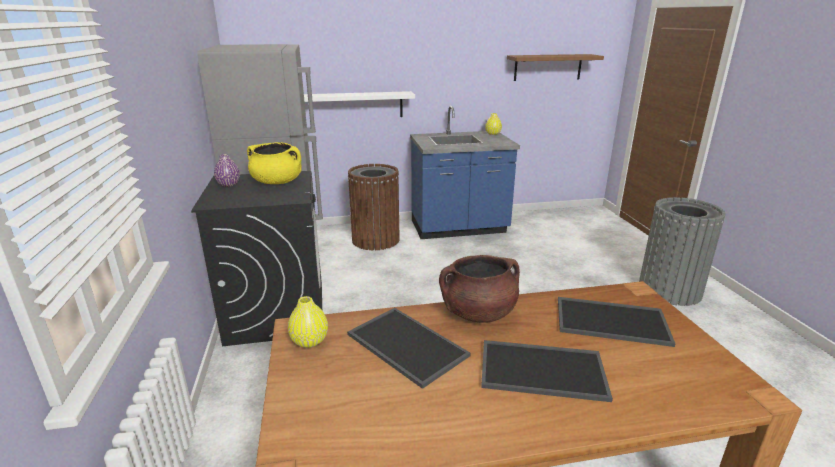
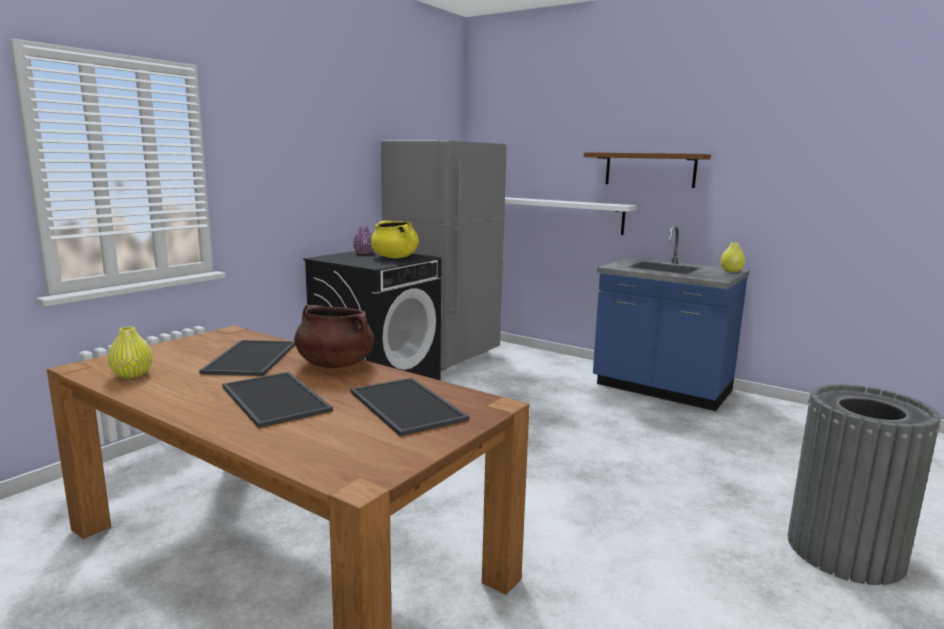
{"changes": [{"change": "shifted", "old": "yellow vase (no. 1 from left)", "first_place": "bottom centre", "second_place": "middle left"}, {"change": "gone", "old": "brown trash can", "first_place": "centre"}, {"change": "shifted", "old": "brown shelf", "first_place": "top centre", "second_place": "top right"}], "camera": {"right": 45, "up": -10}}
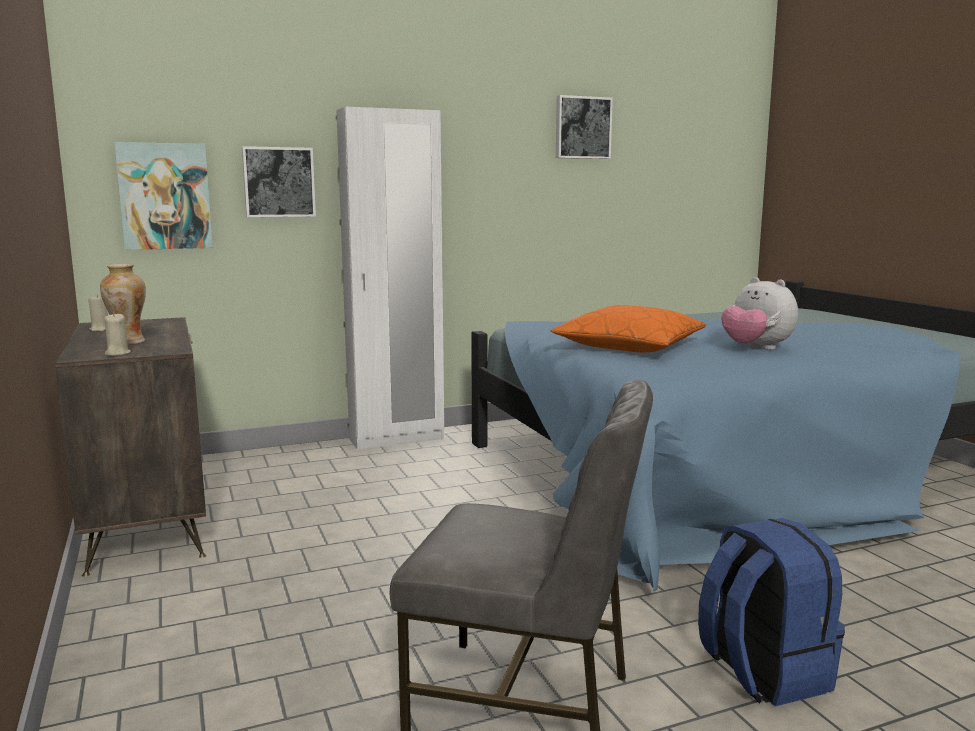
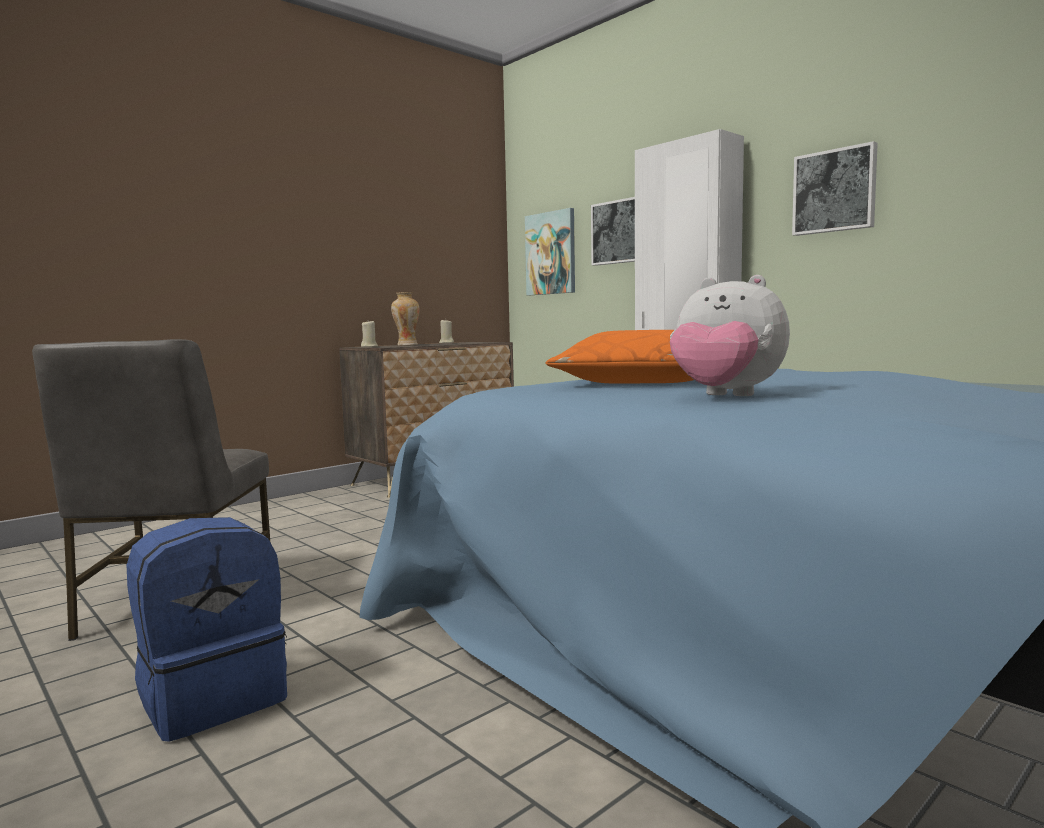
{"changes": [{"change": "shifted", "old": "picture (no. 3 from left)", "first_place": "top centre", "second_place": "top right"}, {"change": "rotated", "old": "plush toy", "first_place": "middle right", "second_place": "middle right", "degrees": -90}], "camera": {"right": 70, "up": -5}}
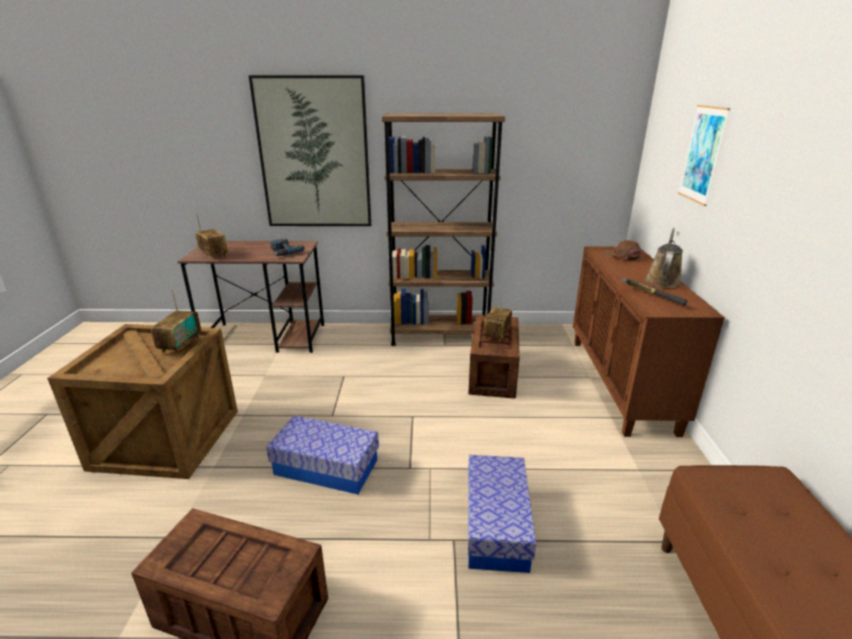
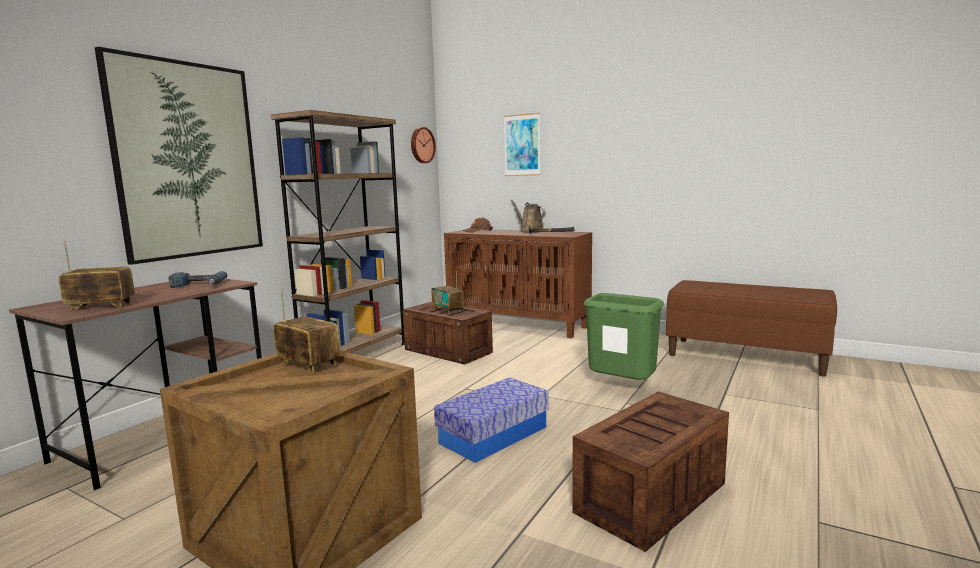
{"changes": [{"change": "swapped", "old": "storage box (no. 2 from left)", "new": "green trash can", "first_place": "bottom centre", "second_place": "centre"}, {"change": "new", "new": "wall clock", "second_place": "top centre"}], "camera": {"right": -60, "up": -15}}
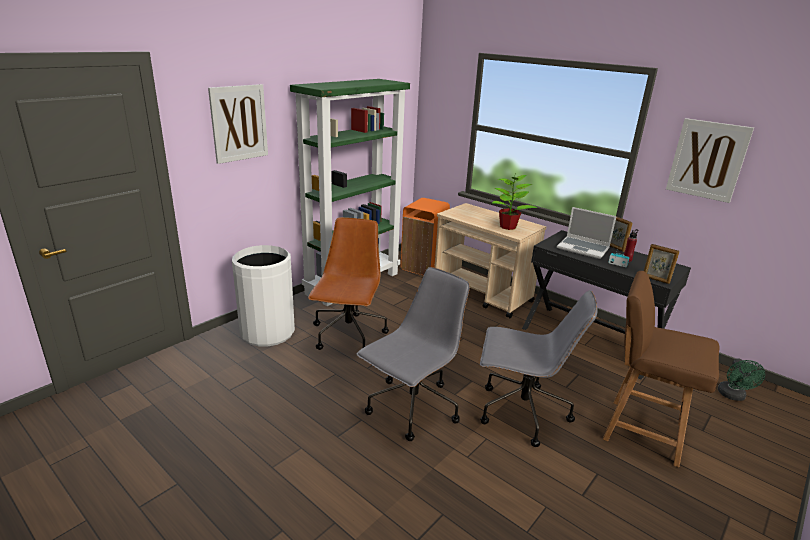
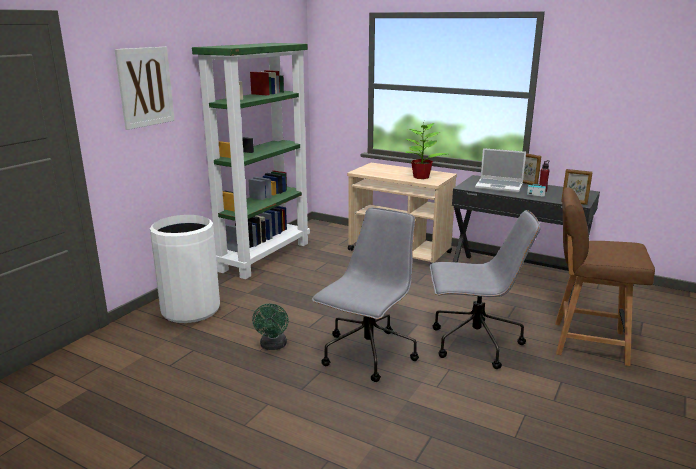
{"changes": [{"change": "gone", "old": "brown office chair", "first_place": "centre"}, {"change": "gone", "old": "orange trash can", "first_place": "centre"}, {"change": "gone", "old": "picture (no. 2 from left)", "first_place": "top right"}, {"change": "shifted", "old": "green fan", "first_place": "bottom right", "second_place": "bottom centre"}], "camera": {"right": -10, "up": -5}}
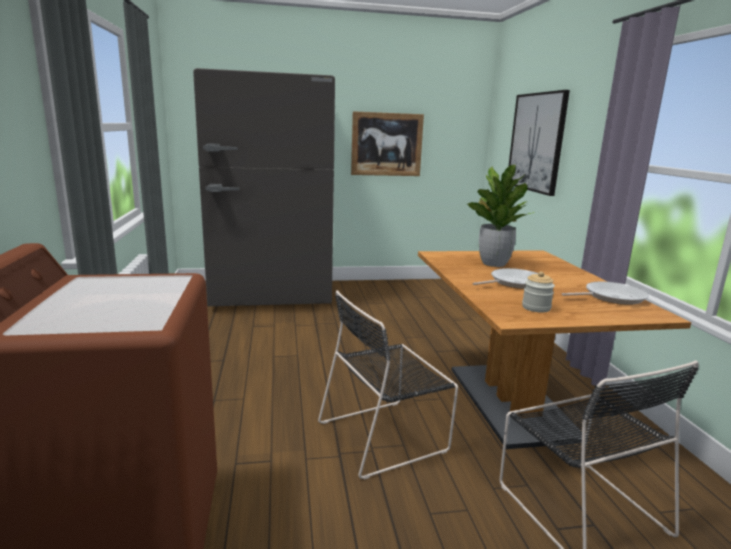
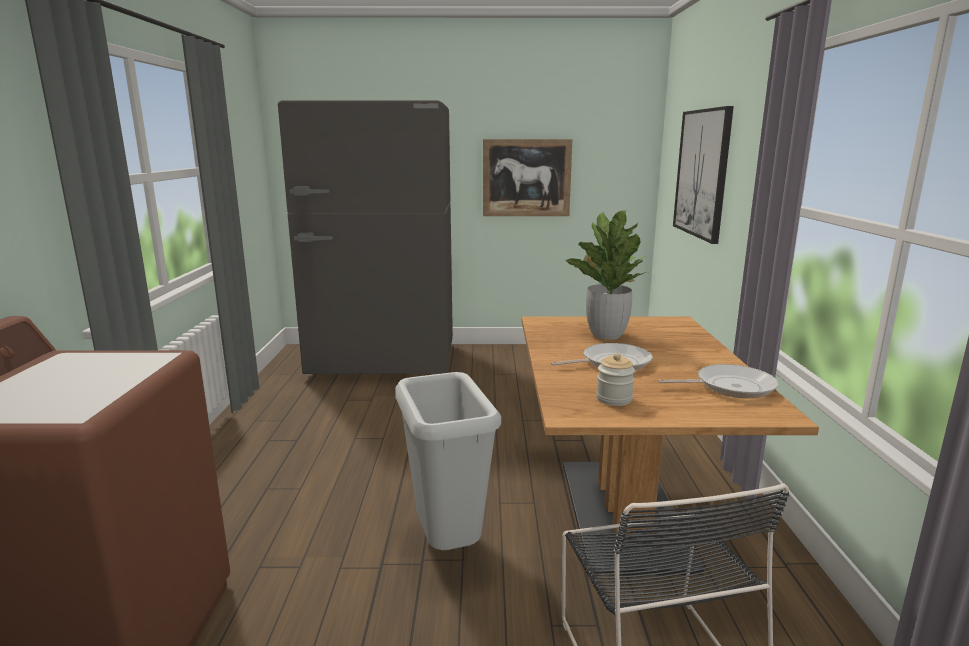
{"changes": [{"change": "swapped", "old": "black chair (no. 1 from left)", "new": "grey trash can", "first_place": "bottom centre", "second_place": "bottom centre"}], "camera": {"right": 10, "up": 0}}
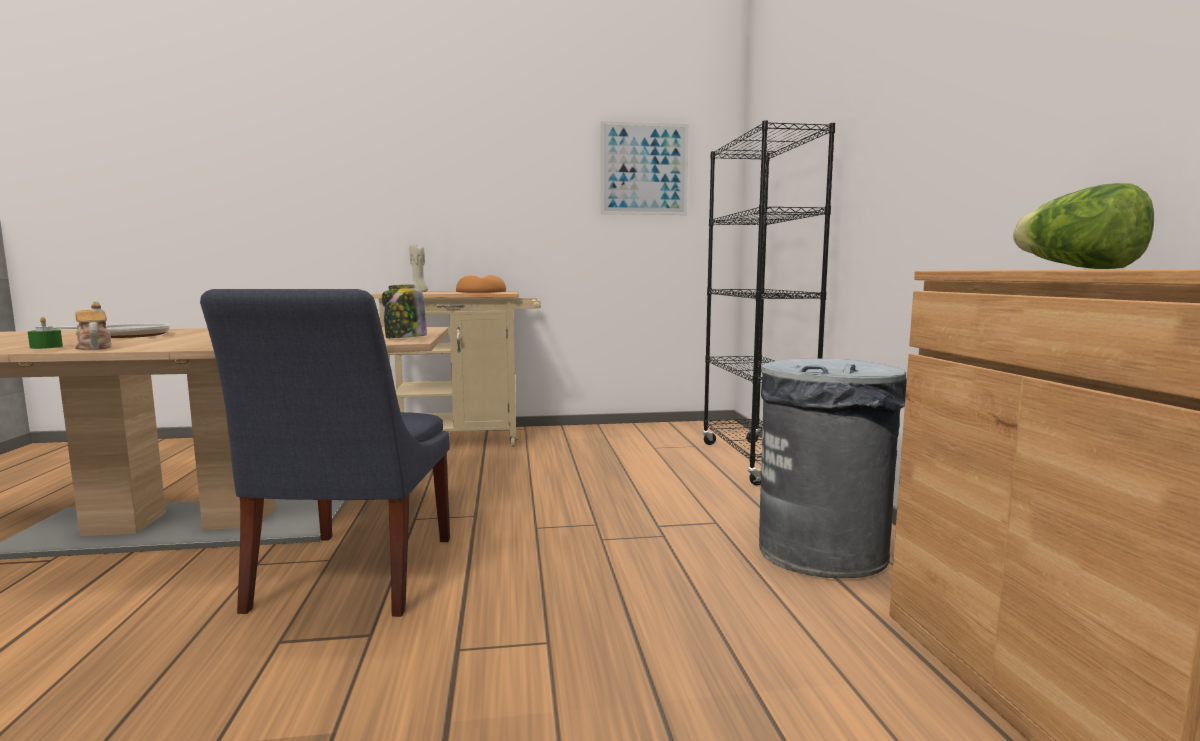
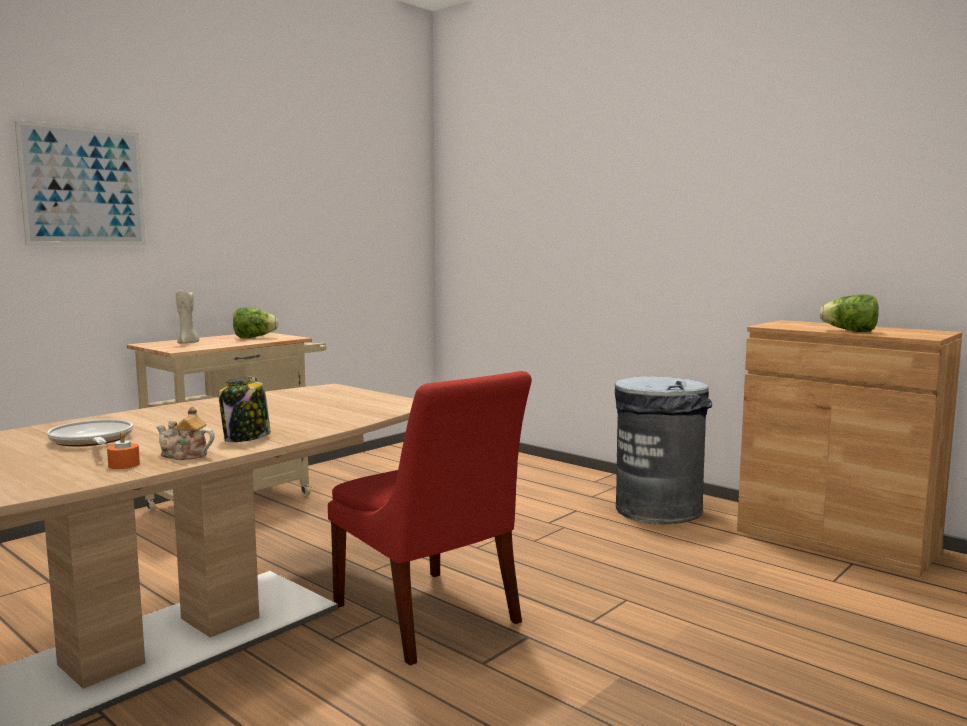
{"changes": [{"change": "repainted", "old": "green candle", "new": "orange candle", "first_place": "middle left", "second_place": "middle left"}, {"change": "repainted", "old": "blue chair", "new": "red chair", "first_place": "middle left", "second_place": "bottom centre"}, {"change": "shifted", "old": "jar", "first_place": "centre", "second_place": "middle left"}, {"change": "swapped", "old": "bread", "new": "lettuce (no. 1 from left)", "first_place": "centre", "second_place": "middle left"}, {"change": "shifted", "old": "picture", "first_place": "top centre", "second_place": "top left"}, {"change": "gone", "old": "black bookcase", "first_place": "centre"}], "camera": {"right": -40, "up": 0}}
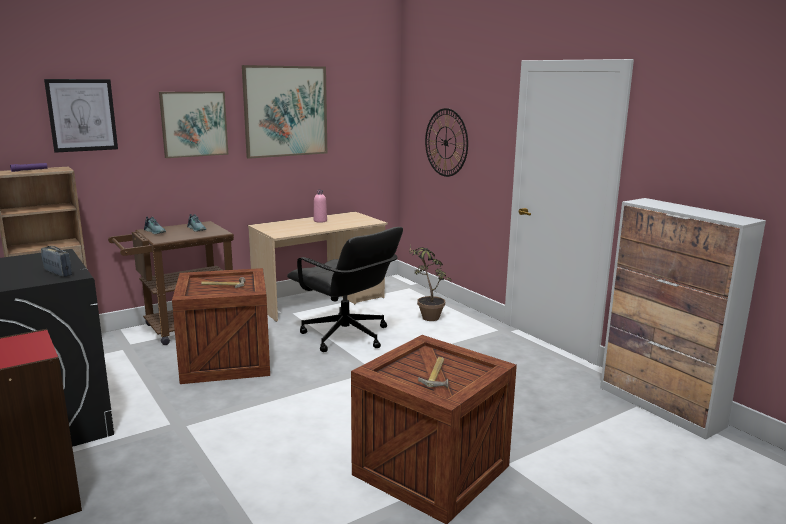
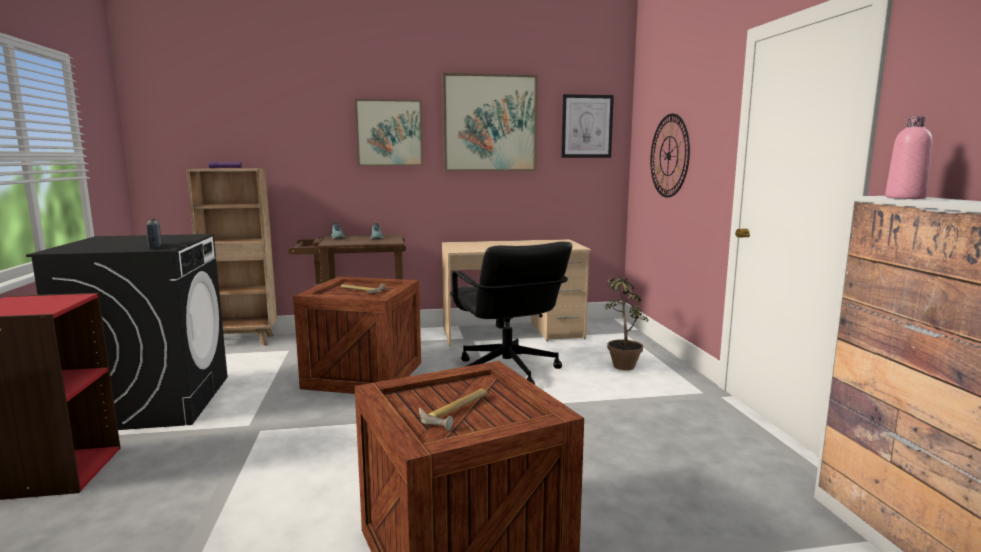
{"changes": [{"change": "shifted", "old": "picture (no. 1 from left in the first image)", "new": "picture (no. 3 from left)", "first_place": "top left", "second_place": "top centre"}, {"change": "shifted", "old": "pink bottle", "first_place": "centre", "second_place": "top right"}], "camera": {"right": 25, "up": -5}}
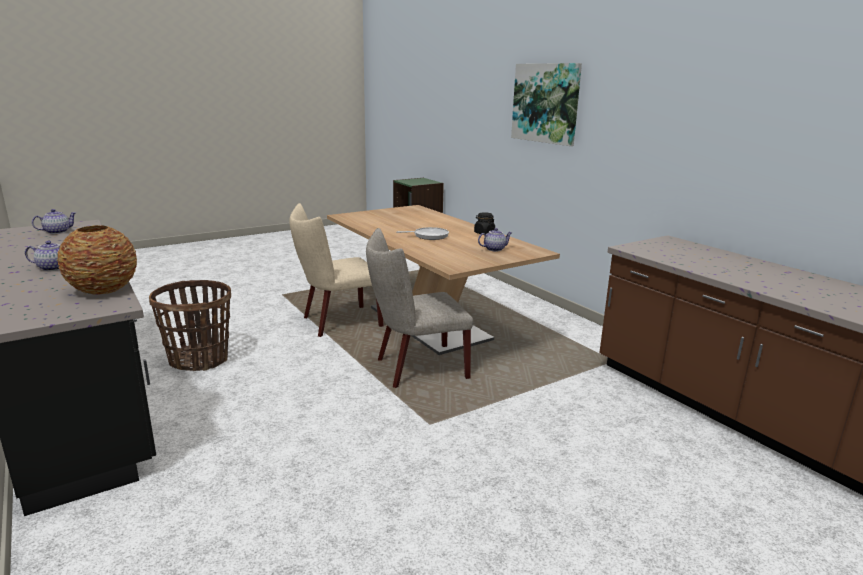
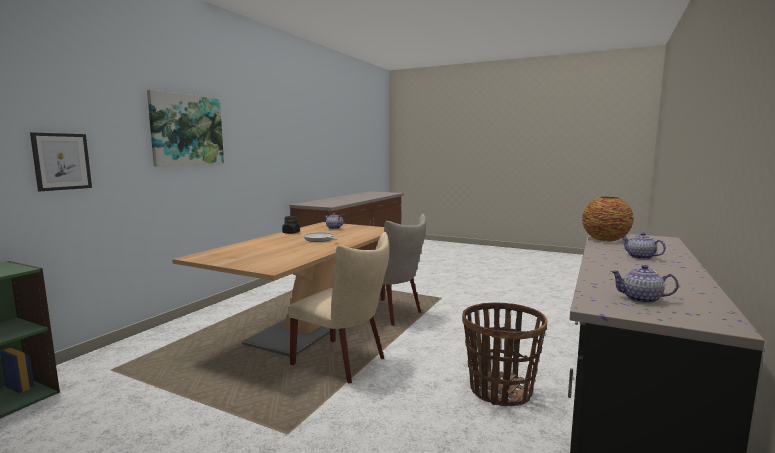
{"changes": [{"change": "new", "new": "picture (no. 1 from left)", "second_place": "middle left"}], "camera": {"right": -120, "up": -10}}
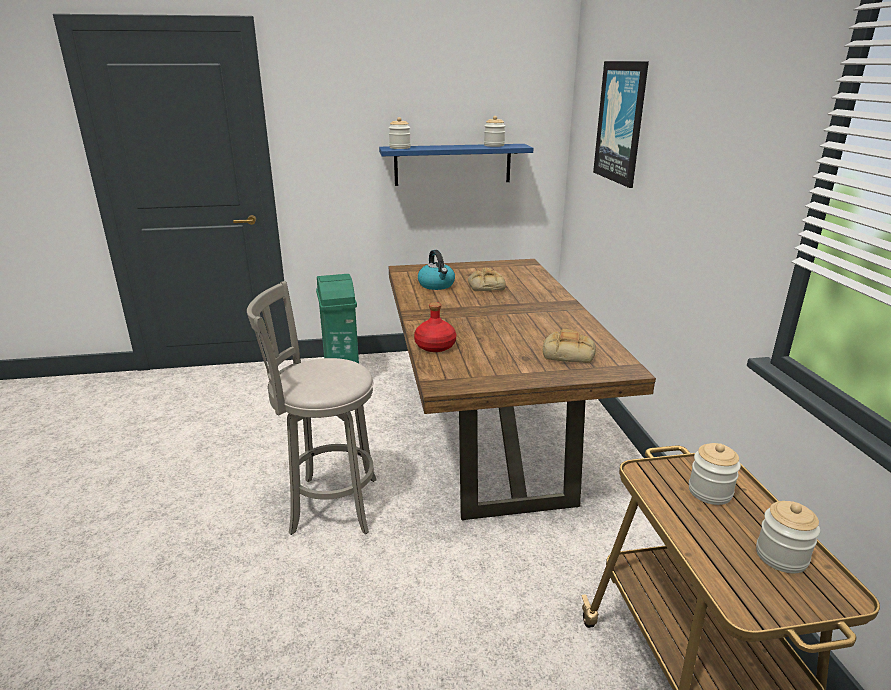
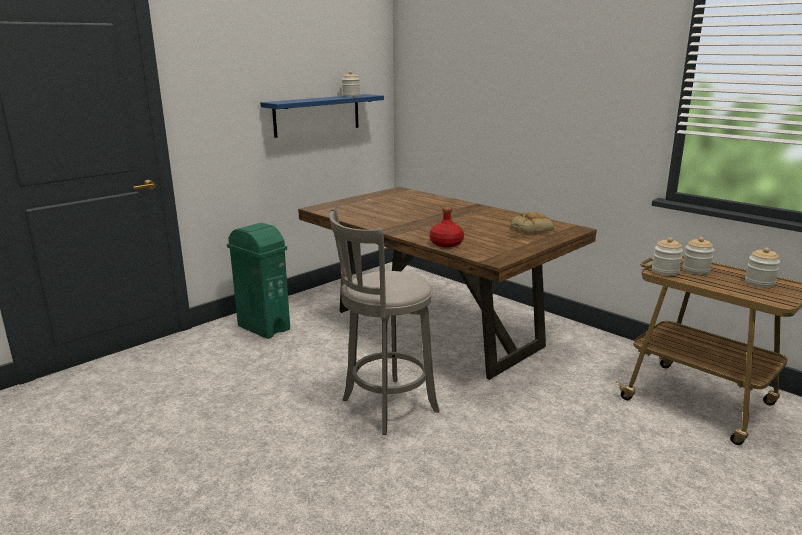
{"changes": [{"change": "shifted", "old": "jar (no. 1 from left in the first image)", "new": "jar (no. 2 from left)", "first_place": "top centre", "second_place": "middle right"}, {"change": "gone", "old": "kettle", "first_place": "centre"}, {"change": "gone", "old": "bread (no. 1 from left)", "first_place": "centre"}, {"change": "gone", "old": "picture", "first_place": "top right"}], "camera": {"right": -35, "up": -5}}
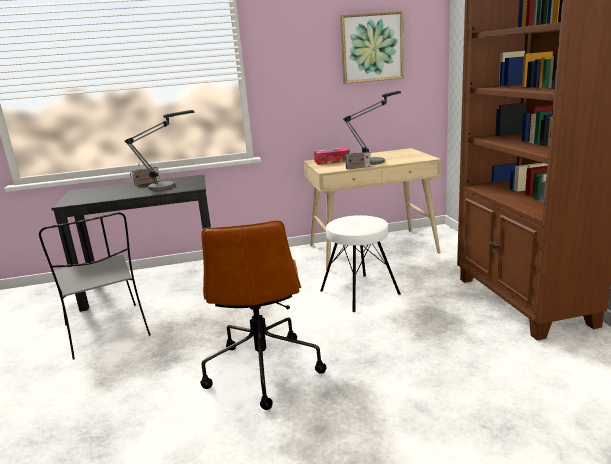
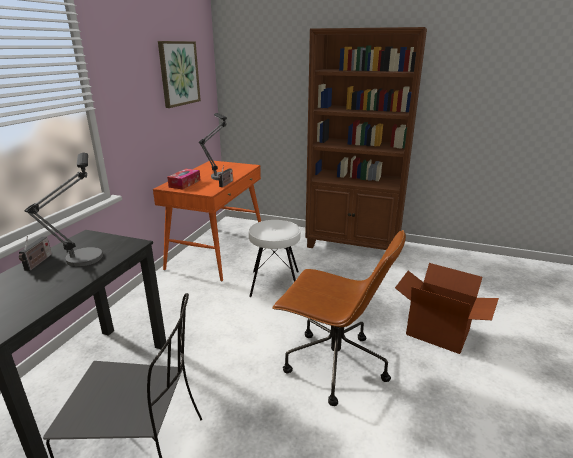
{"changes": [{"change": "repainted", "old": "beige desk", "new": "orange desk", "first_place": "centre", "second_place": "centre"}, {"change": "new", "new": "cardboard box", "second_place": "bottom right"}], "camera": {"right": -60, "up": 5}}
